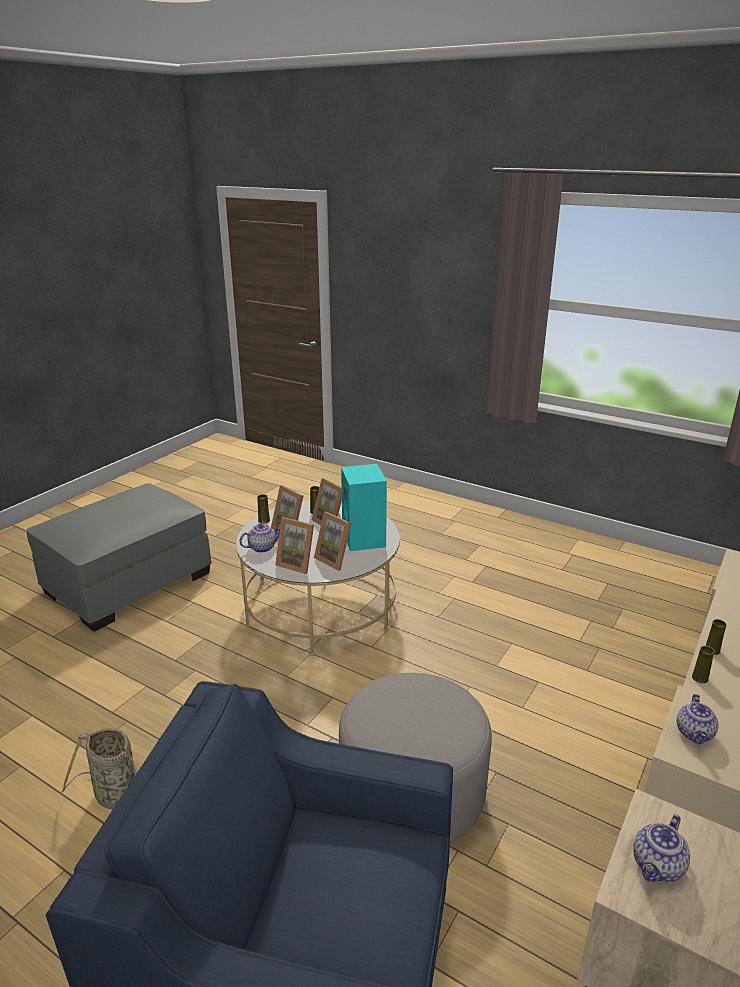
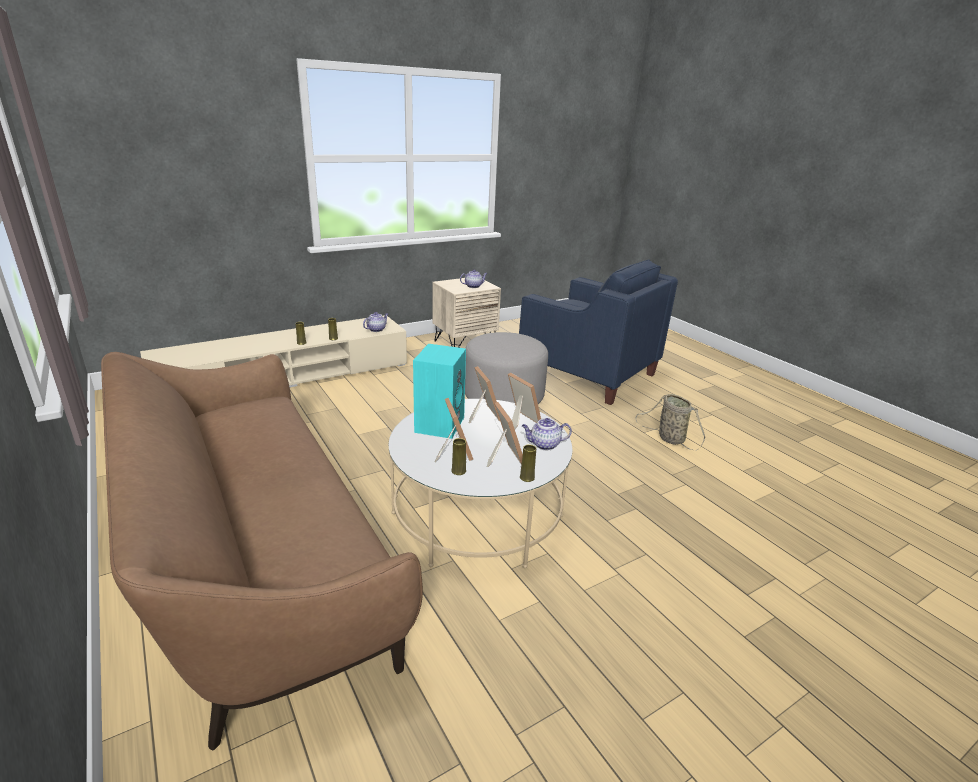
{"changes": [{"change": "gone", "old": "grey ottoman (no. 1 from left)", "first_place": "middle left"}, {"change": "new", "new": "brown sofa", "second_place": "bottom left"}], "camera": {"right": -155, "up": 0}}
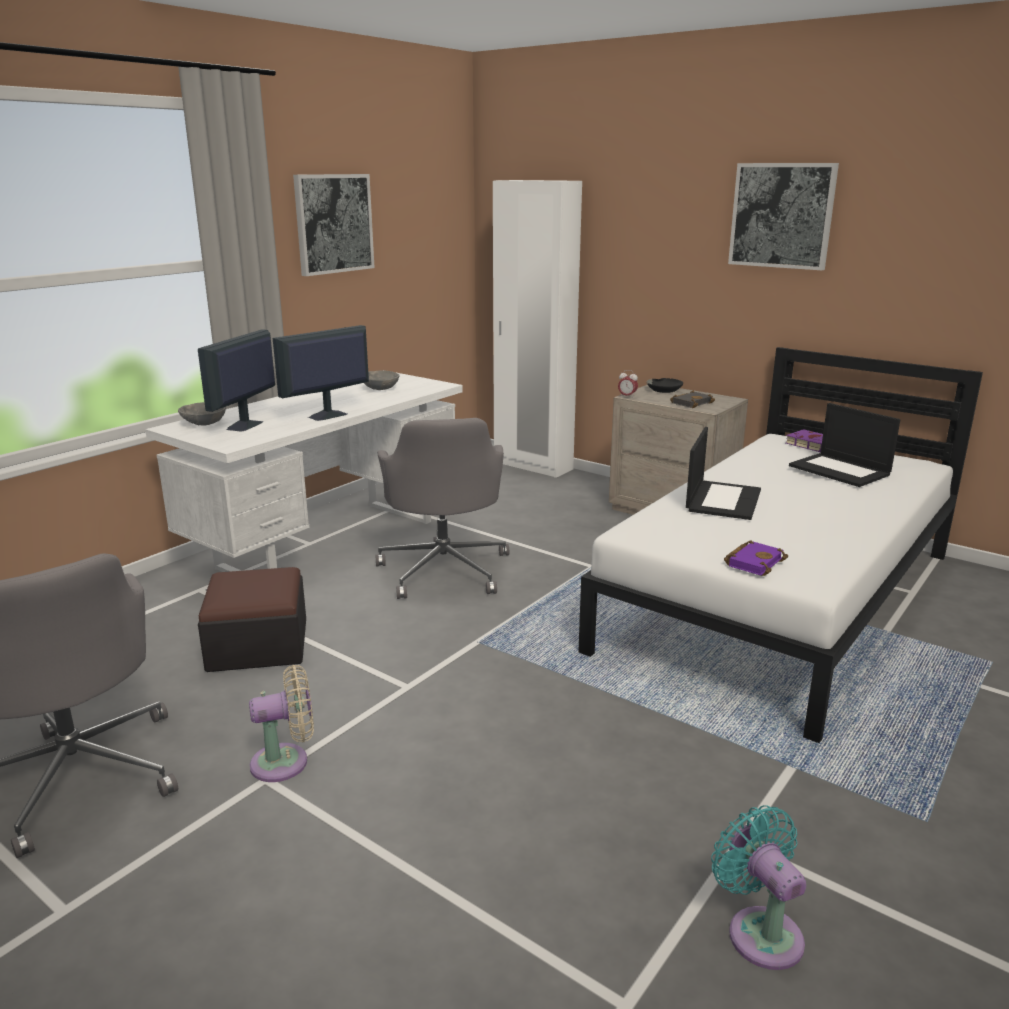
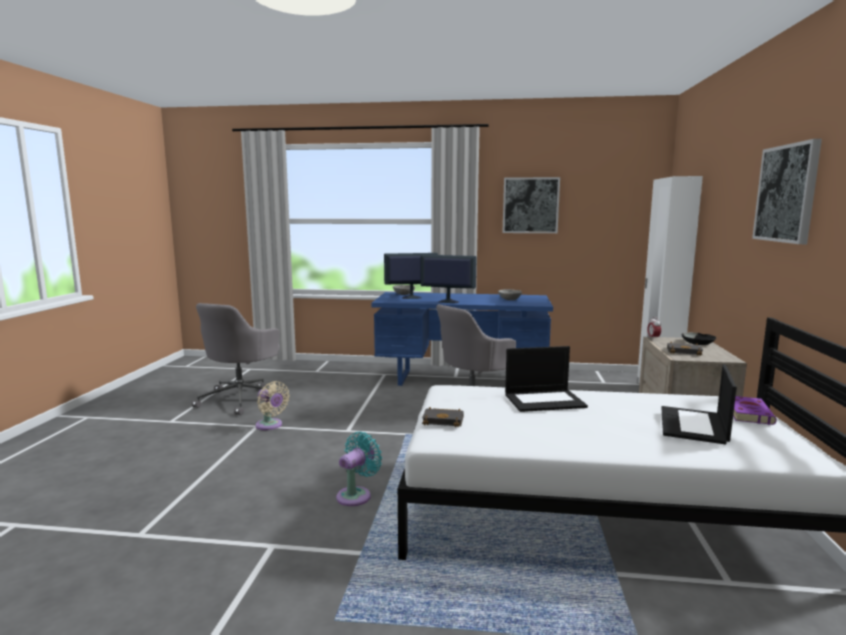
{"changes": [{"change": "repainted", "old": "white desk", "new": "blue desk", "first_place": "middle left", "second_place": "centre"}, {"change": "gone", "old": "ottoman", "first_place": "middle left"}, {"change": "shifted", "old": "turquoise fan", "first_place": "bottom right", "second_place": "bottom centre"}, {"change": "repainted", "old": "purple book (no. 1 from left)", "new": "black book (no. 1 from left)", "first_place": "middle right", "second_place": "centre"}], "camera": {"right": 60, "up": -10}}
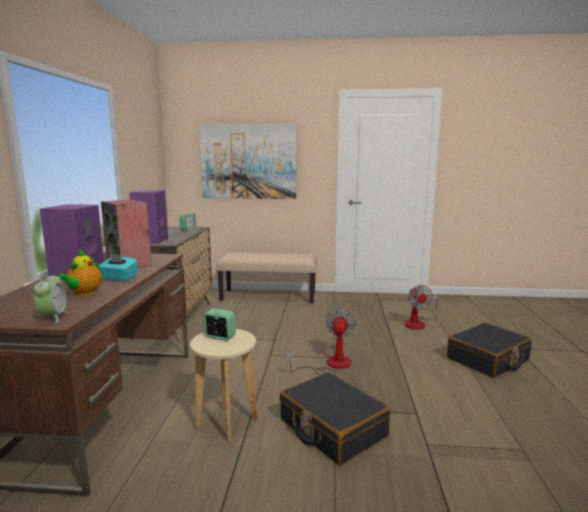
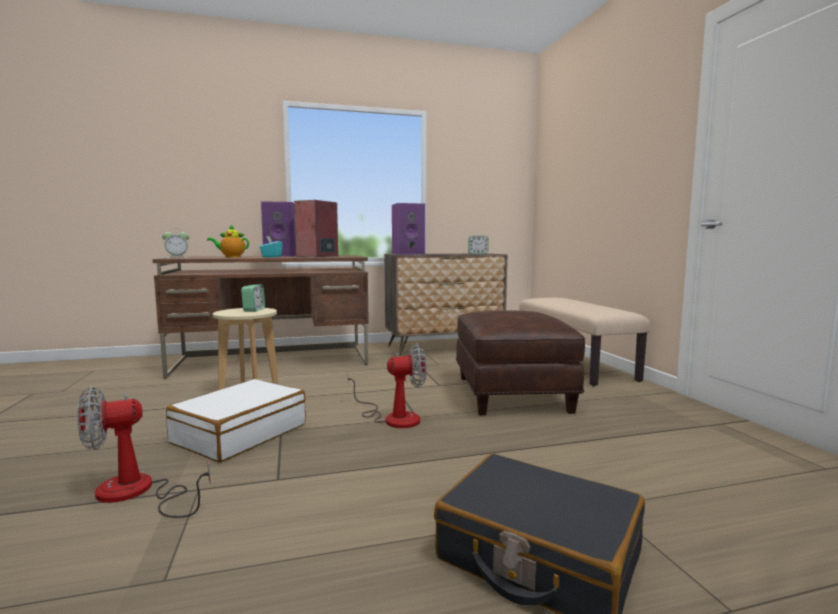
{"changes": [{"change": "gone", "old": "picture", "first_place": "top centre"}, {"change": "repainted", "old": "black suitcase (no. 1 from left)", "new": "white suitcase", "first_place": "bottom centre", "second_place": "bottom left"}, {"change": "shifted", "old": "fan (no. 2 from left in the first image)", "new": "fan (no. 1 from left)", "first_place": "middle right", "second_place": "bottom left"}, {"change": "new", "new": "brown ottoman", "second_place": "centre"}], "camera": {"right": 70, "up": -5}}
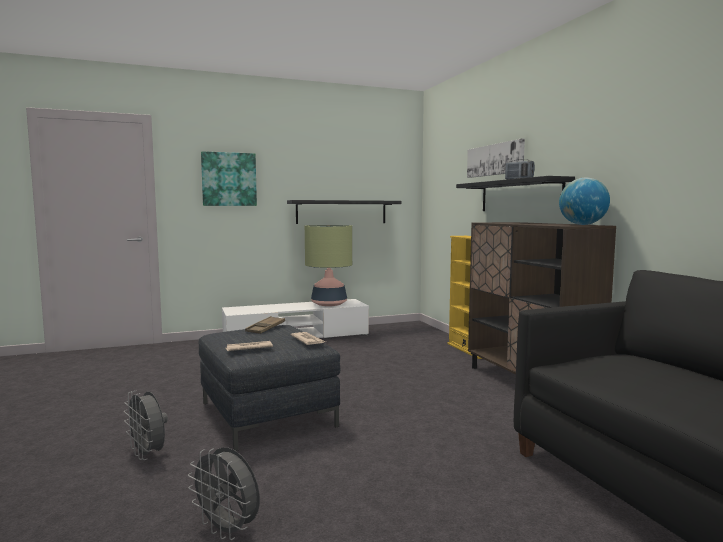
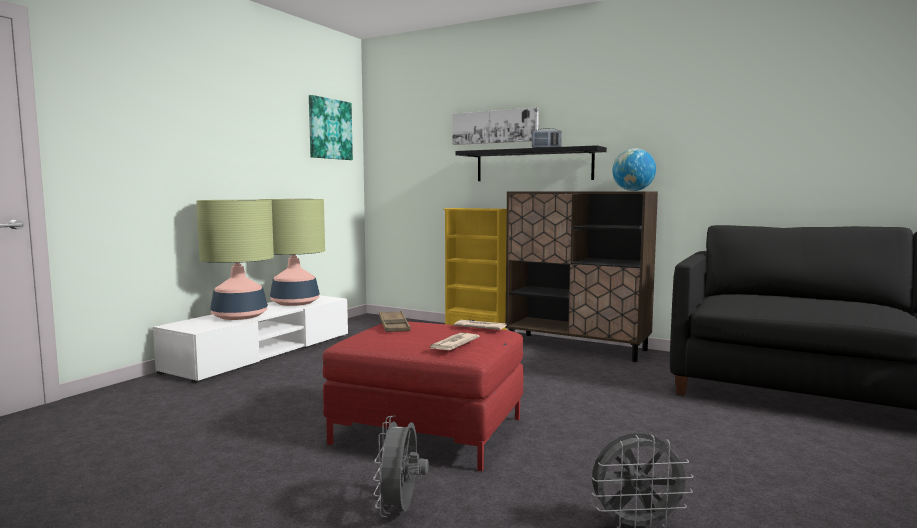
{"changes": [{"change": "rotated", "old": "grey fan (no. 1 from left)", "first_place": "bottom left", "second_place": "bottom centre", "degrees": 90}, {"change": "repainted", "old": "grey ottoman", "new": "red ottoman", "first_place": "bottom centre", "second_place": "bottom centre"}, {"change": "shifted", "old": "picture (no. 1 from left)", "first_place": "top left", "second_place": "top centre"}, {"change": "gone", "old": "black shelf (no. 1 from left)", "first_place": "centre"}, {"change": "new", "new": "table lamp (no. 1 from left)", "second_place": "middle left"}], "camera": {"right": -40, "up": 0}}
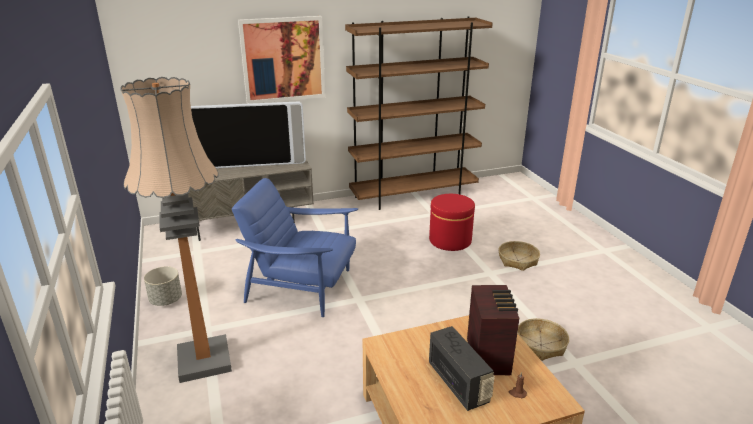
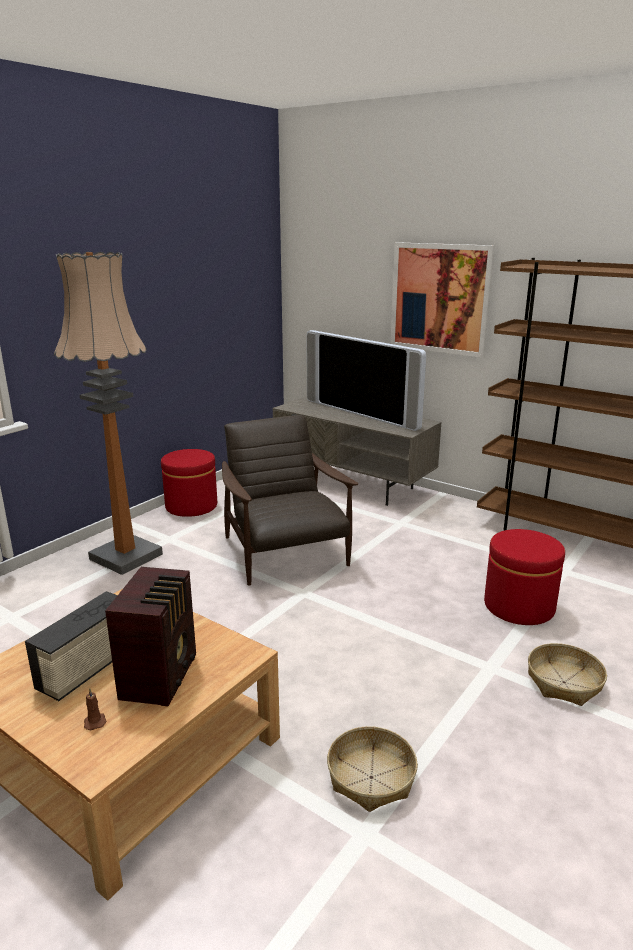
{"changes": [{"change": "swapped", "old": "grey planter", "new": "red ottoman (no. 1 from left)", "first_place": "bottom left", "second_place": "middle left"}, {"change": "repainted", "old": "blue armchair", "new": "brown armchair", "first_place": "centre", "second_place": "centre"}, {"change": "rotated", "old": "radio (no. 2 from left)", "first_place": "bottom centre", "second_place": "bottom left", "degrees": -45}], "camera": {"right": 55, "up": -5}}
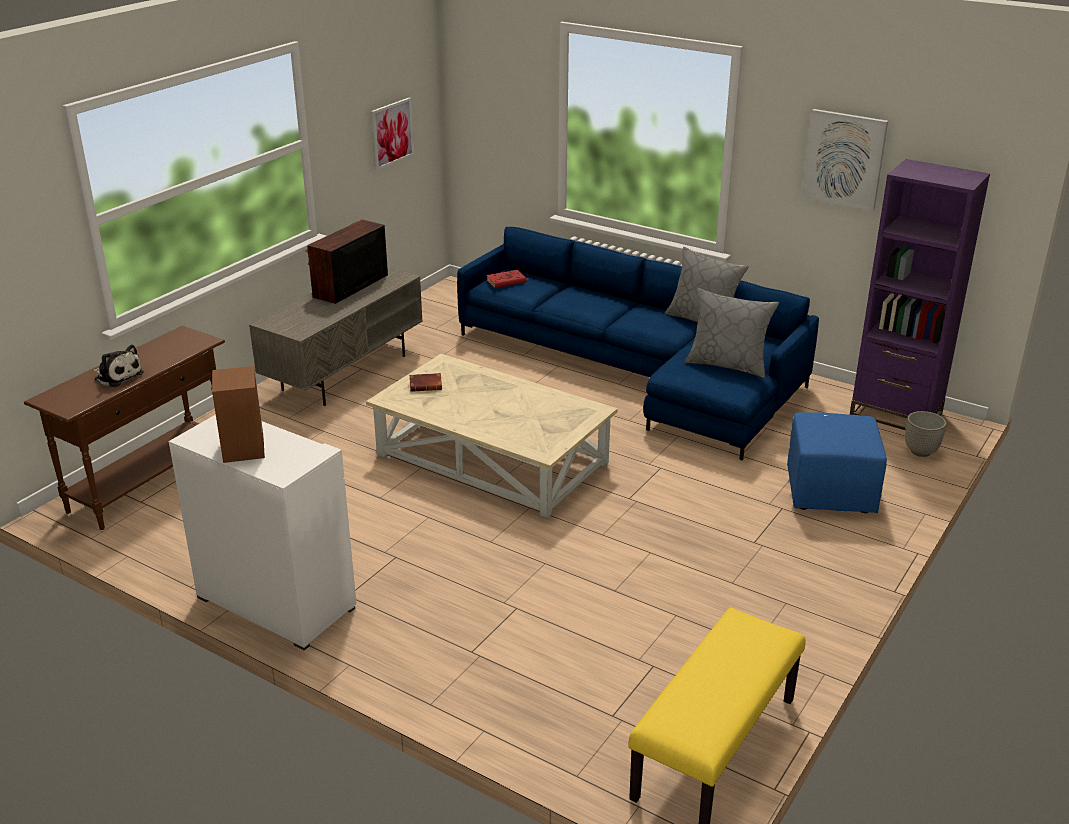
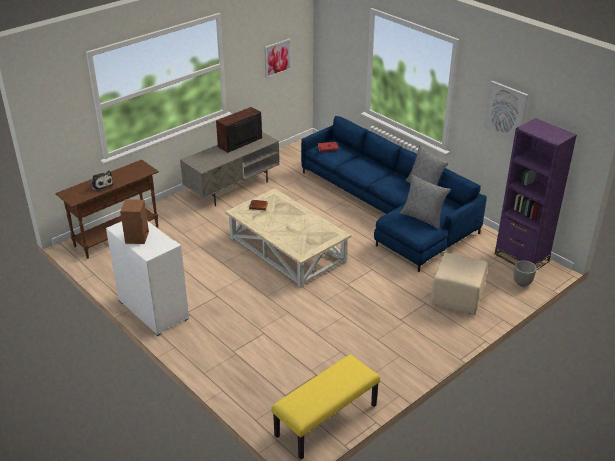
{"changes": [{"change": "repainted", "old": "blue ottoman", "new": "beige ottoman", "first_place": "middle right", "second_place": "middle right"}], "camera": {"right": 15, "up": 5}}
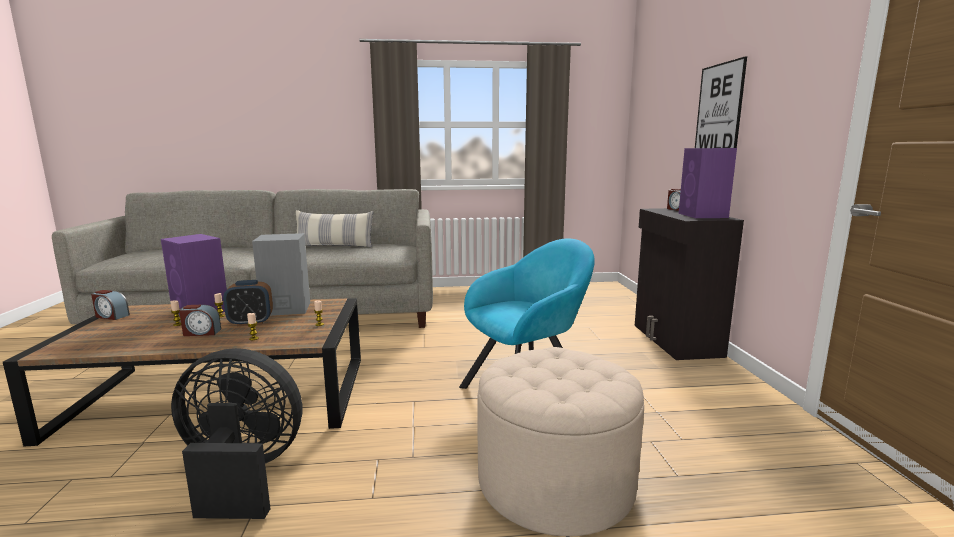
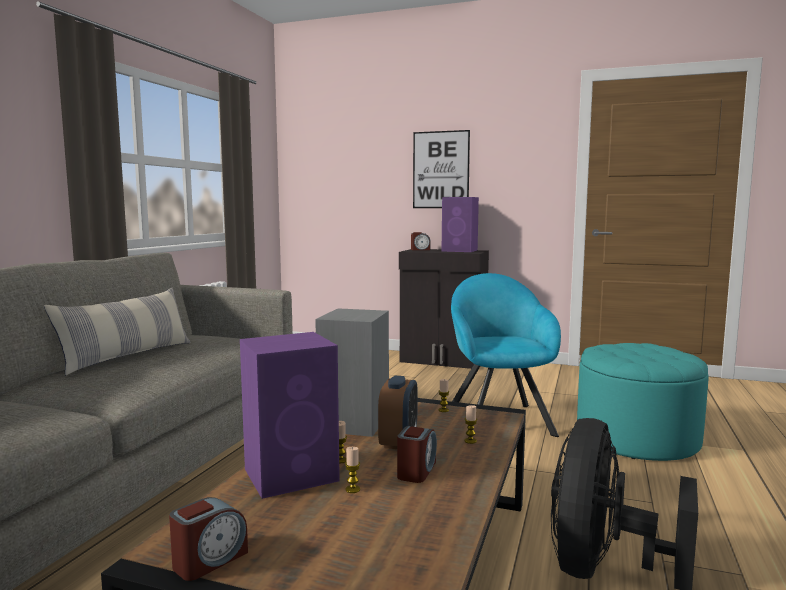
{"changes": [{"change": "repainted", "old": "beige ottoman", "new": "turquoise ottoman", "first_place": "bottom centre", "second_place": "bottom right"}], "camera": {"right": -65, "up": -5}}
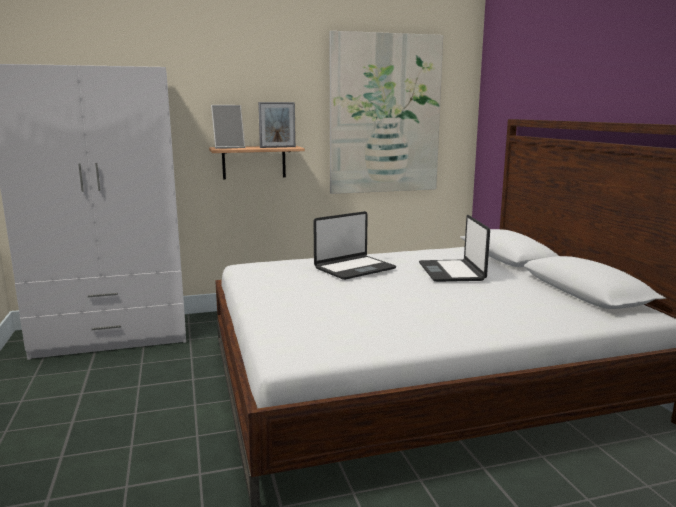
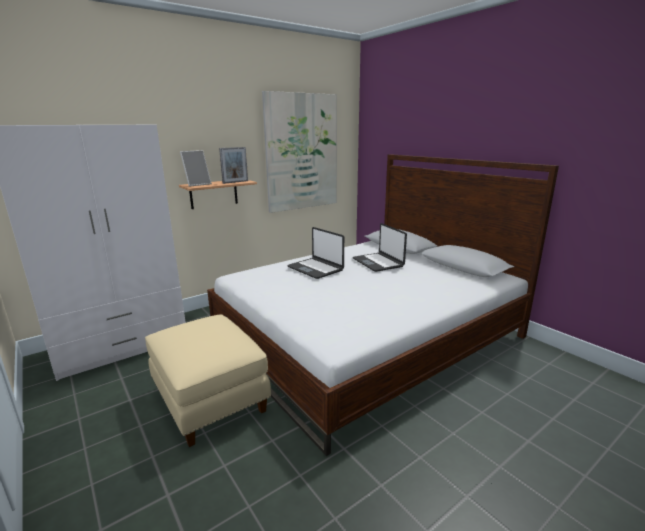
{"changes": [{"change": "rotated", "old": "laptop (no. 1 from left)", "first_place": "centre", "second_place": "centre", "degrees": 105}, {"change": "new", "new": "beige ottoman", "second_place": "bottom left"}], "camera": {"right": -20, "up": 5}}
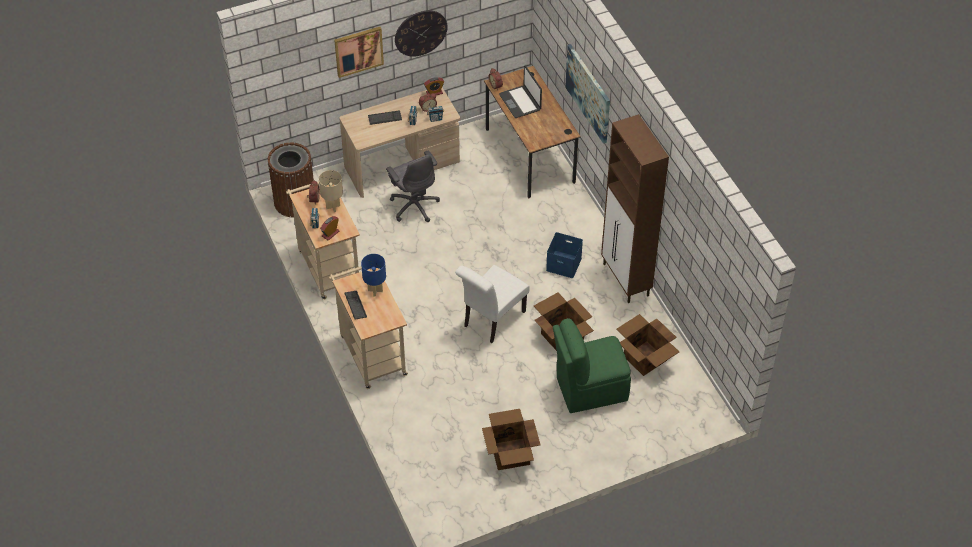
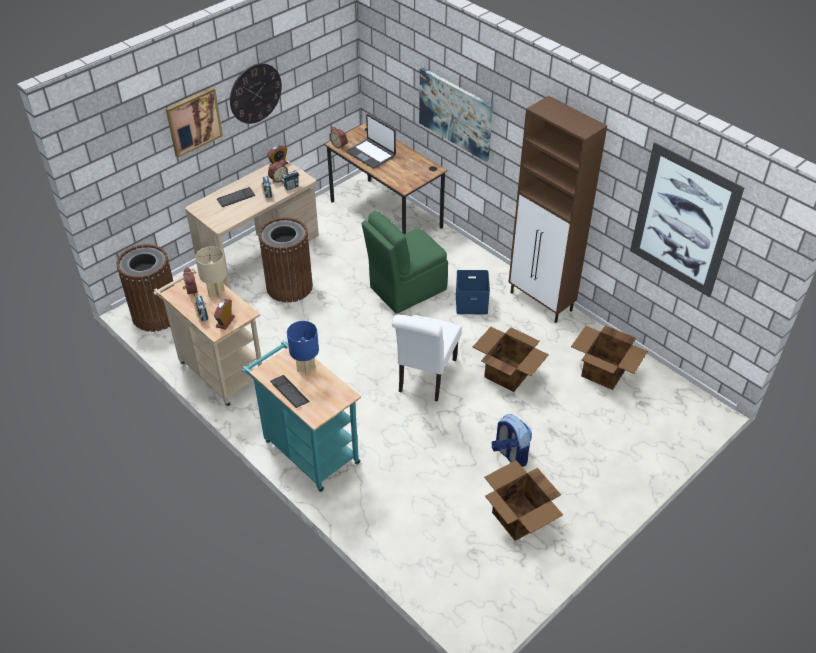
{"changes": [{"change": "repainted", "old": "beige cart (no. 2 from left)", "new": "turquoise cart", "first_place": "centre", "second_place": "centre"}, {"change": "swapped", "old": "grey office chair", "new": "brown trash can (no. 2 from left)", "first_place": "centre", "second_place": "centre"}, {"change": "shifted", "old": "green chair", "first_place": "bottom centre", "second_place": "centre"}, {"change": "new", "new": "backpack", "second_place": "bottom centre"}, {"change": "new", "new": "picture (no. 3 from left)", "second_place": "middle right"}], "camera": {"right": -20, "up": -5}}
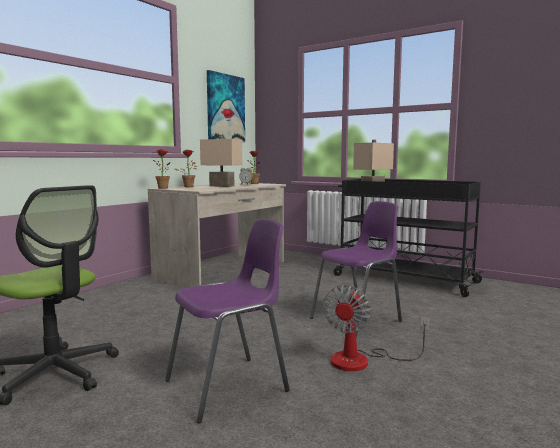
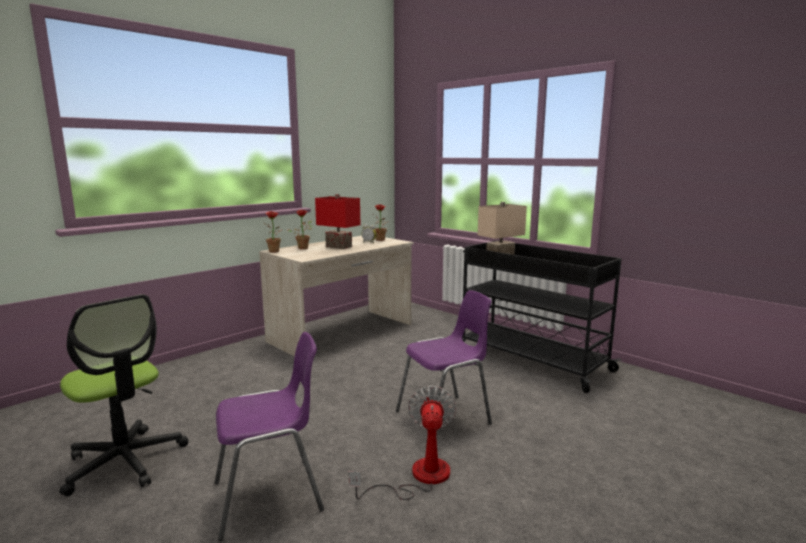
{"changes": [{"change": "repainted", "old": "beige table lamp (no. 1 from left)", "new": "red table lamp", "first_place": "centre", "second_place": "centre"}, {"change": "gone", "old": "picture", "first_place": "top centre"}, {"change": "rotated", "old": "fan", "first_place": "bottom right", "second_place": "bottom centre", "degrees": 150}], "camera": {"right": 10, "up": 5}}
